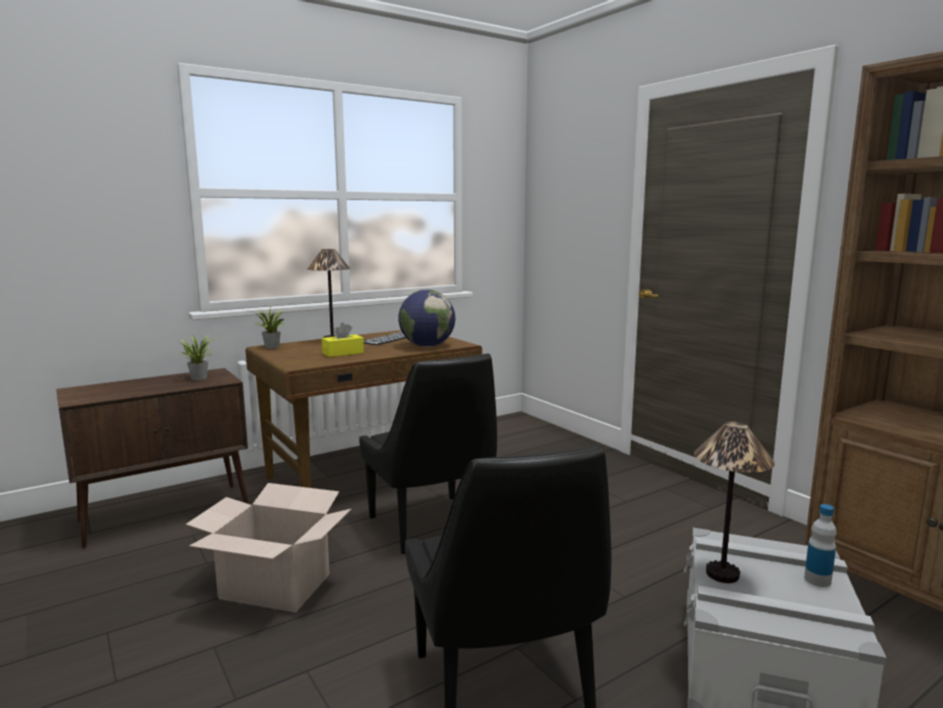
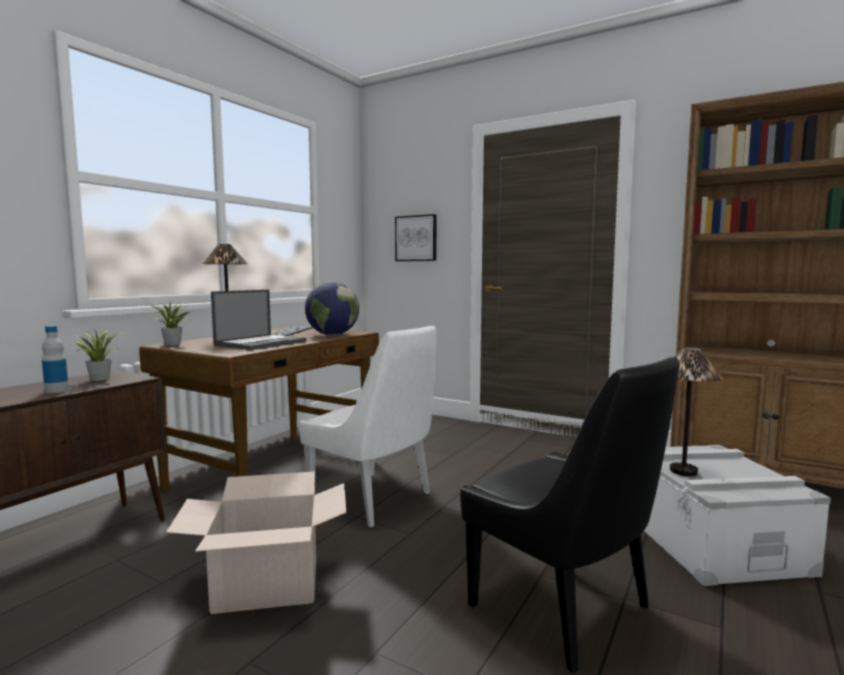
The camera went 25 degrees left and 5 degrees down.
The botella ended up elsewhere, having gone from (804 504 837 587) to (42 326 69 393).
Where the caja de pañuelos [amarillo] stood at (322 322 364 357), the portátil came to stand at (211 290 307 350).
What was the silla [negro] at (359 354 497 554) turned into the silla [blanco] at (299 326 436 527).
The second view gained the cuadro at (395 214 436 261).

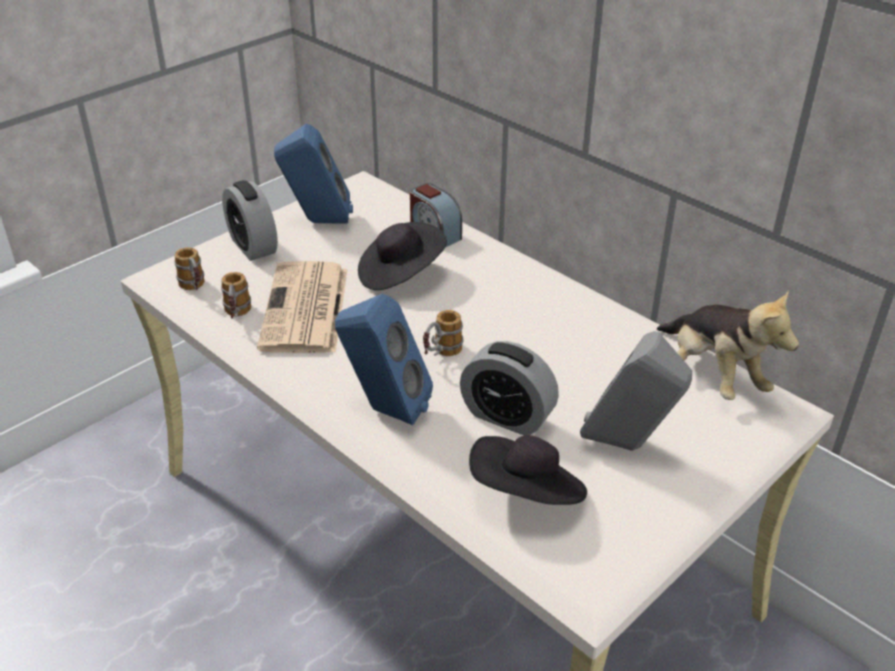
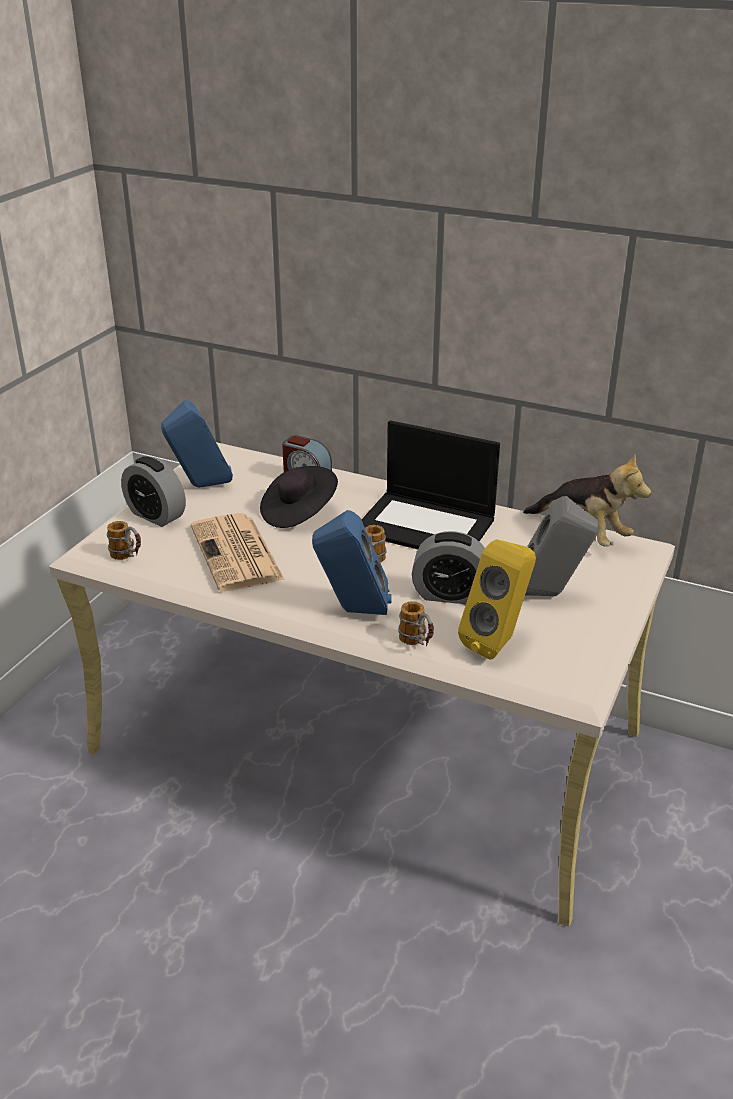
The camera went 20 degrees left and 5 degrees down.
The second view gained the portátil at (361 420 500 549).
The taza grande ended up elsewhere, having gone from (221 272 251 318) to (398 601 434 646).
Where the sombrero [negro] stood at (469 435 587 505), the altavoz [amarillo] came to stand at (458 539 536 659).

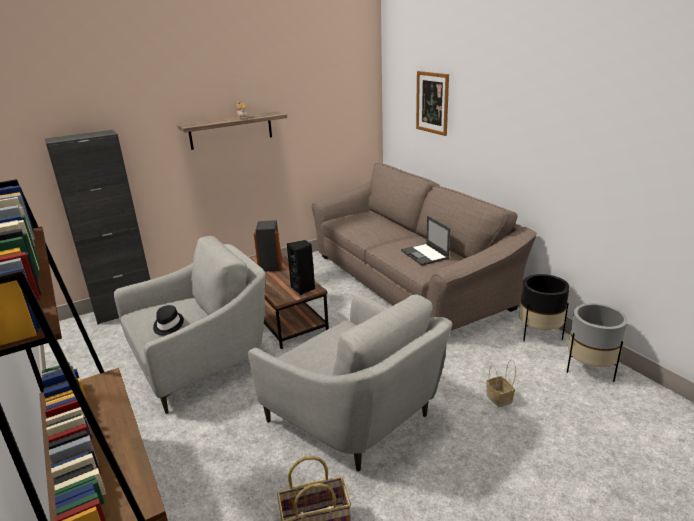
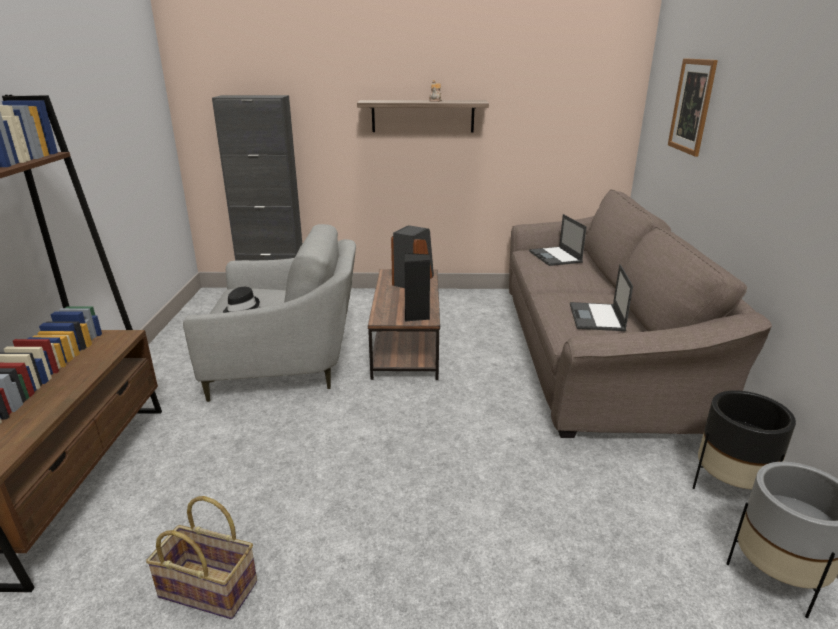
The camera went 30 degrees right and 0 degrees up.
The second view gained the portátil at (529 214 587 266).
The second view lost the sillón [gris] at (248 294 452 472).
The second view lost the cesta at (486 359 516 407).

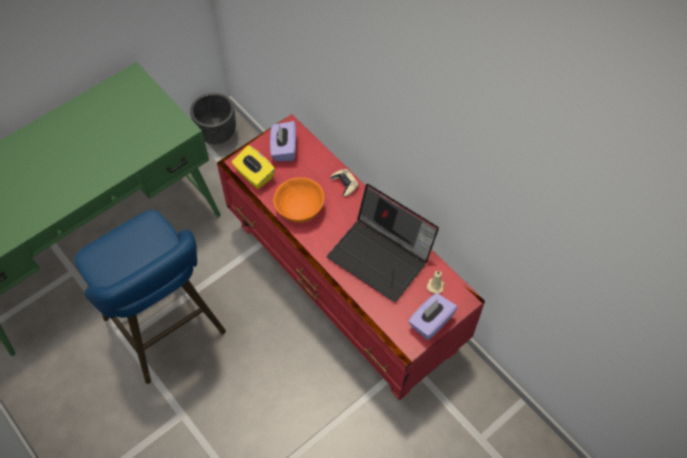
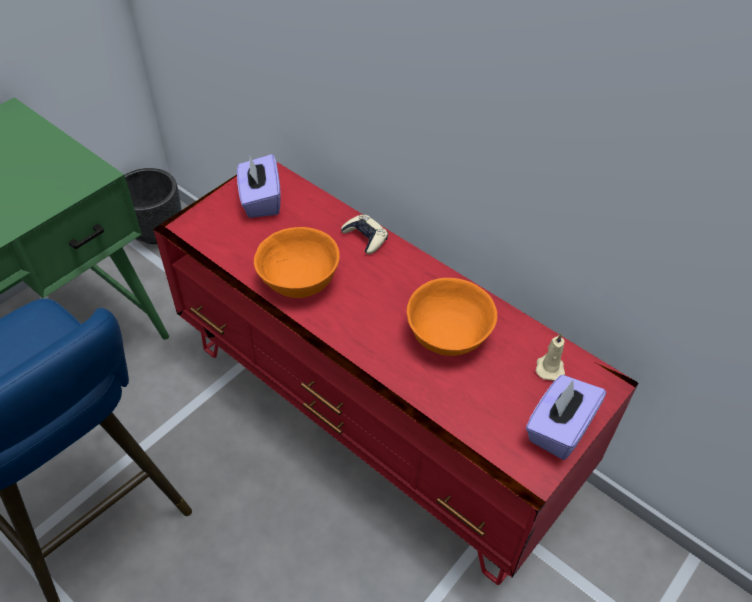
The camera went 10 degrees left and 10 degrees down.
Where the portátil stood at (327 184 439 302), the cuenco [naranja] came to stand at (407 278 497 356).
The second view lost the caja de pañuelos [amarillo] at (232 145 275 189).

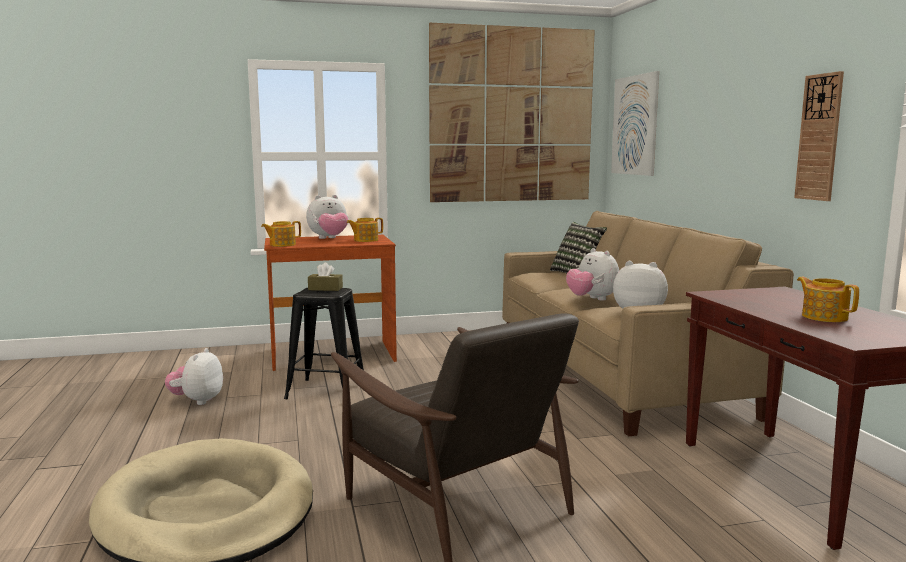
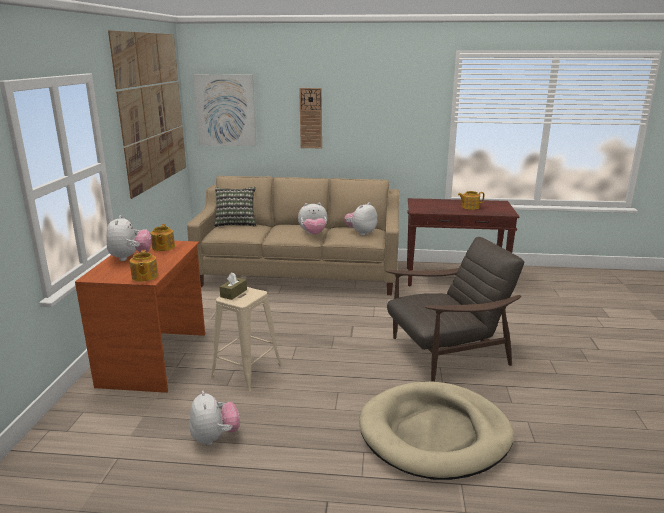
The camera went 70 degrees left and 10 degrees up.
The peluche at (165 348 223 405) ended up facing another way, 135 degrees counterclockwise from before.
What was the taburete [negro] at (284 288 364 399) turned into the taburete [beis] at (210 287 282 392).
The reloj de pared ended up elsewhere, having gone from (794 71 844 201) to (299 88 322 148).

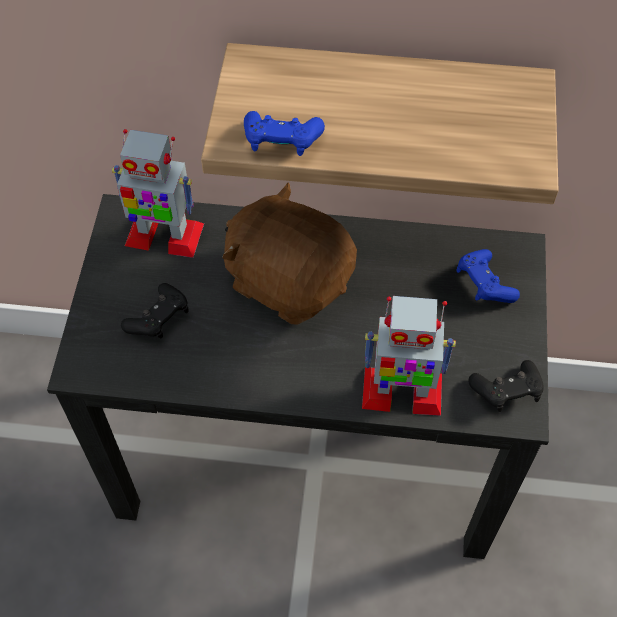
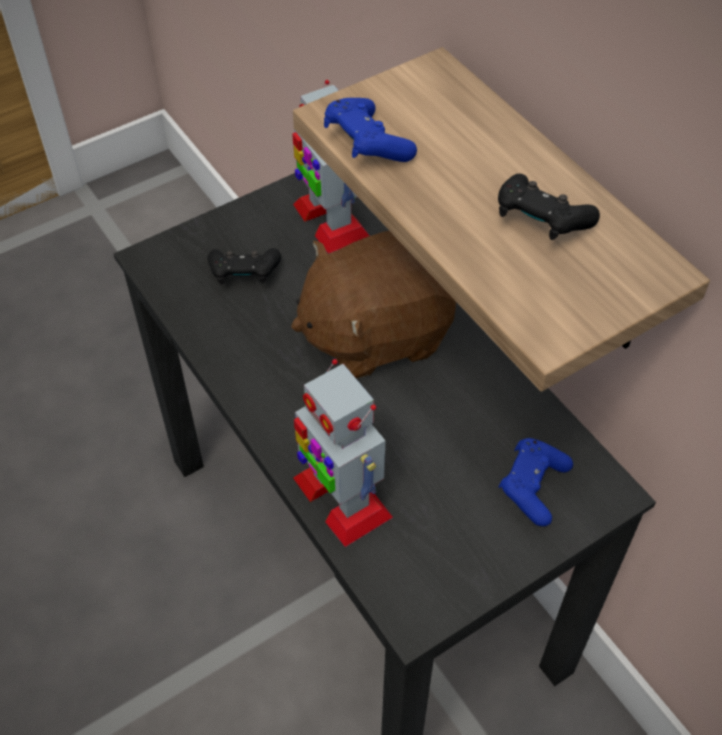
The camera went 50 degrees right and 5 degrees down.
The peluche [marrón] at (222 182 357 325) ended up facing another way, 105 degrees counterclockwise from before.
The mando de consola [negro] ended up elsewhere, having gone from (469 360 544 412) to (498 174 600 240).

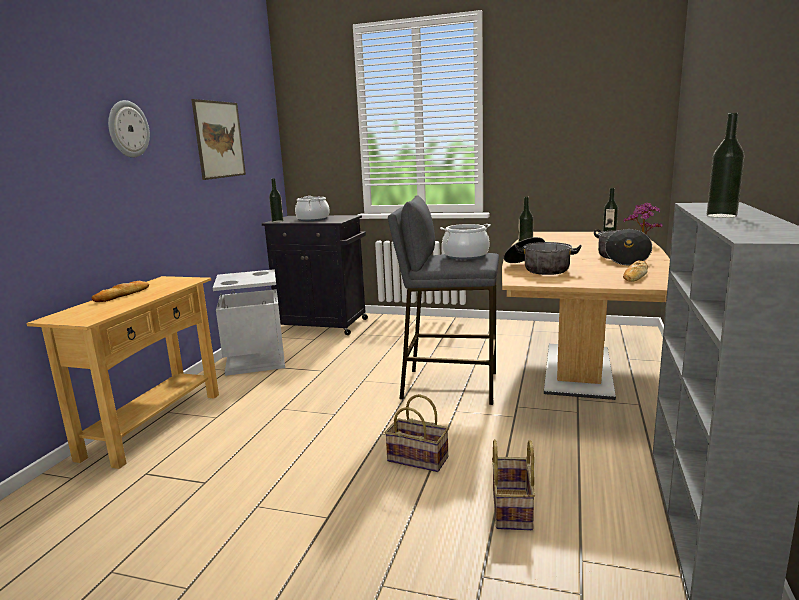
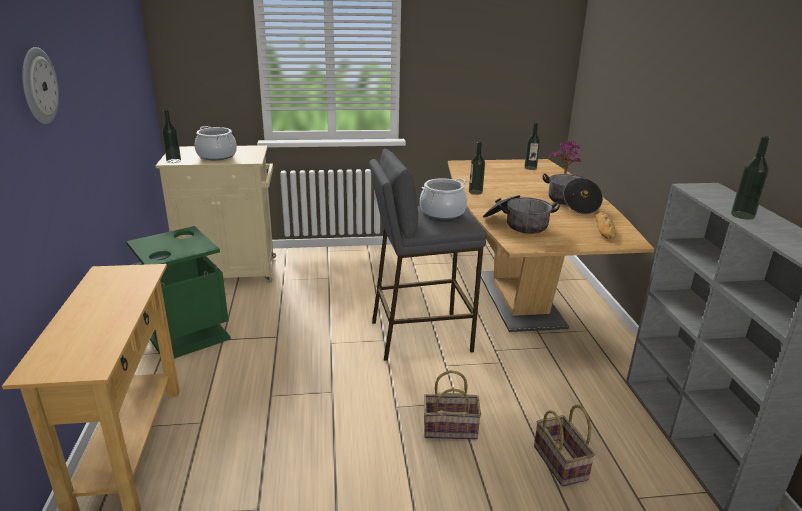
The camera went 25 degrees left and 10 degrees up.
What was the papelera [gris] at (213 269 285 376) turned into the papelera [verde] at (126 226 231 359).
What was the armario [negro] at (262 215 368 335) turned into the armario [beis] at (155 145 276 283).
The second view lost the pan at (92 281 149 302).
The second view lost the cuadro at (191 99 246 180).

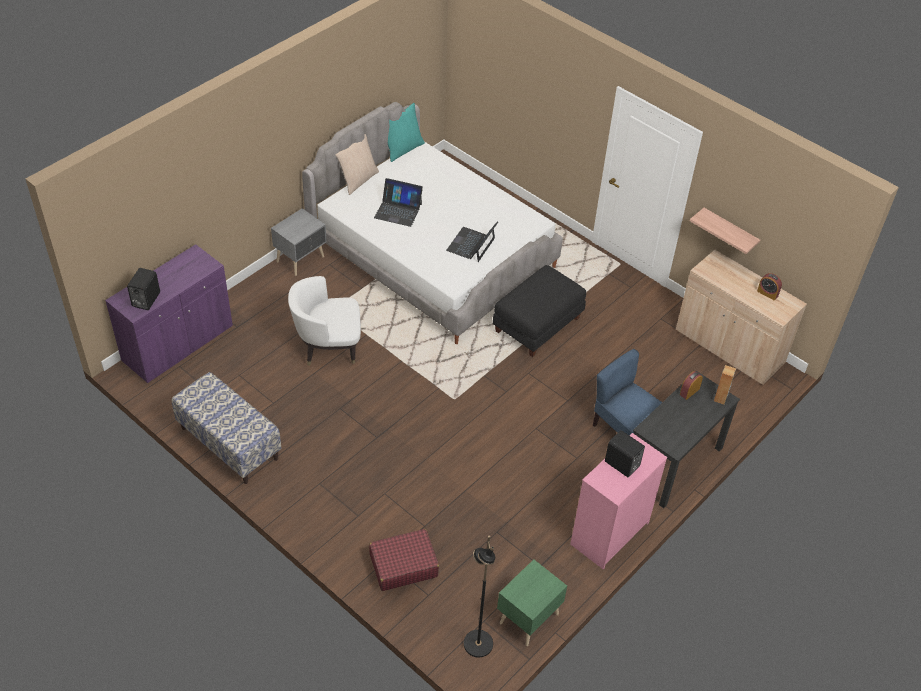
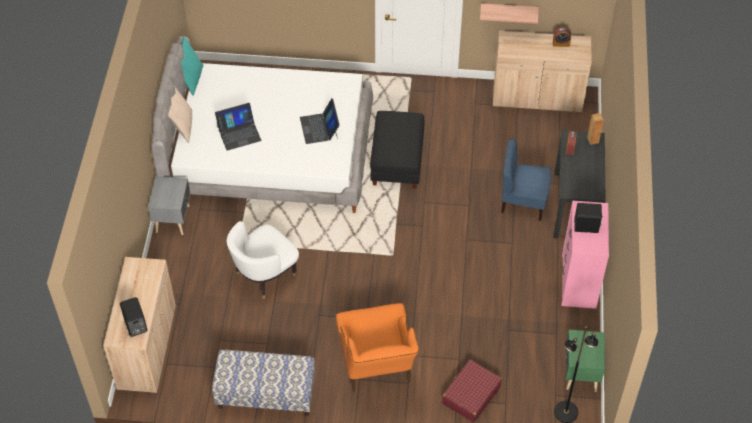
The camera went 35 degrees left and 5 degrees up.
What was the armario [morado] at (105 244 233 383) turned into the armario [beis] at (103 257 176 393).
The second view gained the sillón [naranja] at (336 303 419 392).

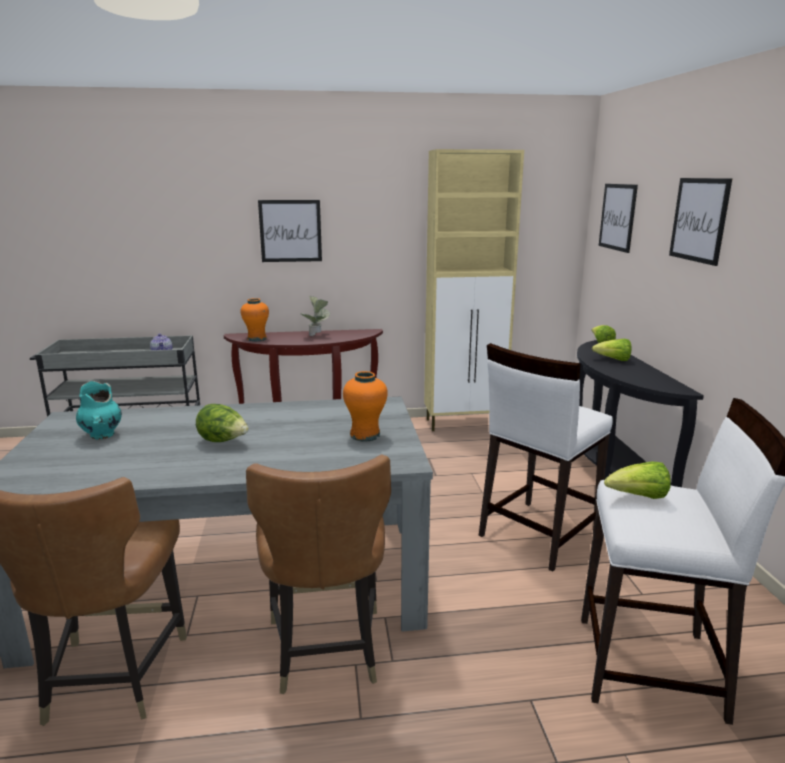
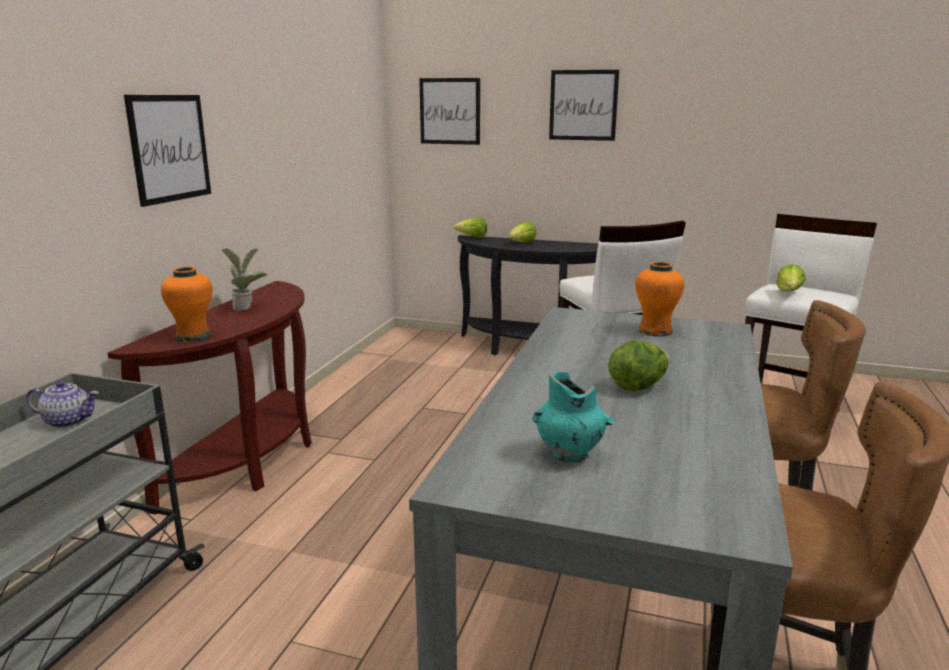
The camera went 65 degrees left and 0 degrees up.
The second view lost the armario [beis] at (424 149 524 431).

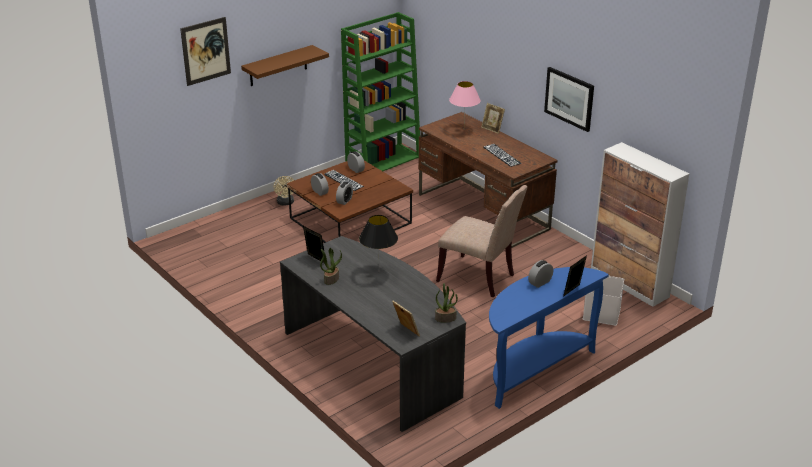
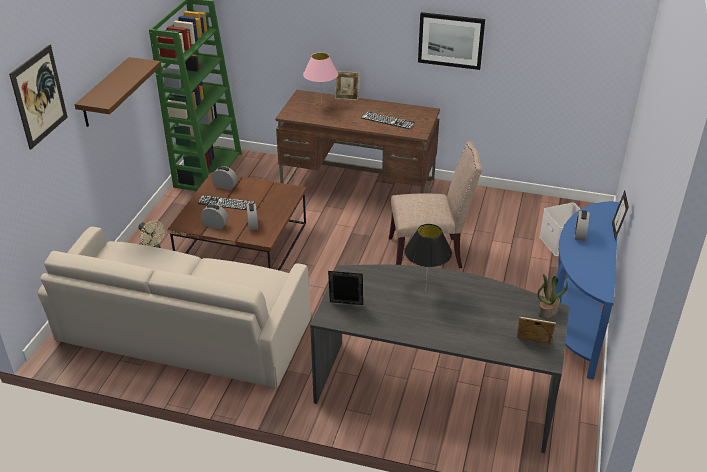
The camera went 35 degrees left and 5 degrees up.
The second view gained the sofá [beis] at (38 227 311 388).
The second view lost the planta en maceta at (320 248 342 285).
The second view lost the armario at (591 142 689 307).

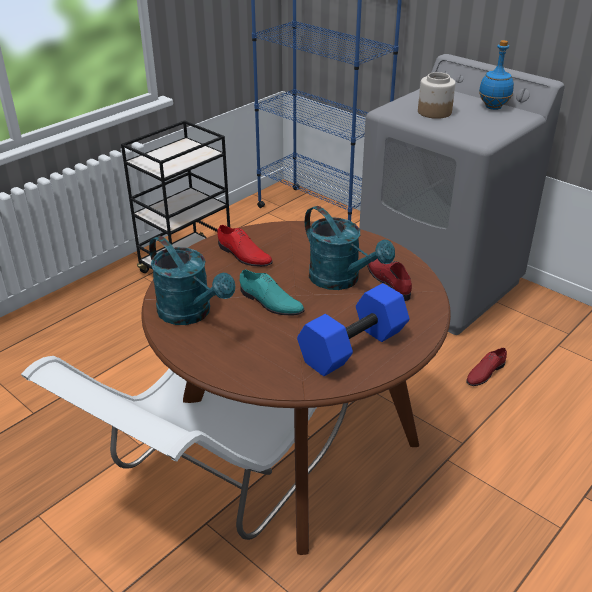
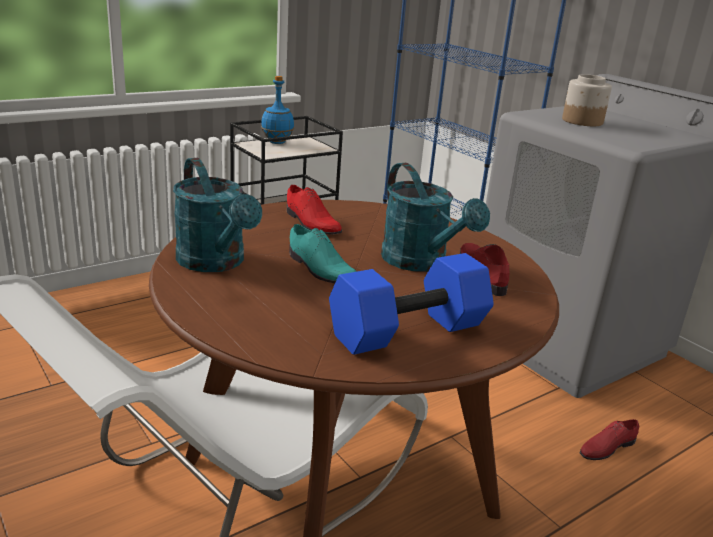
The camera went 10 degrees right and 10 degrees down.
The botella [azul] ended up elsewhere, having gone from (479 40 514 110) to (261 76 294 144).

